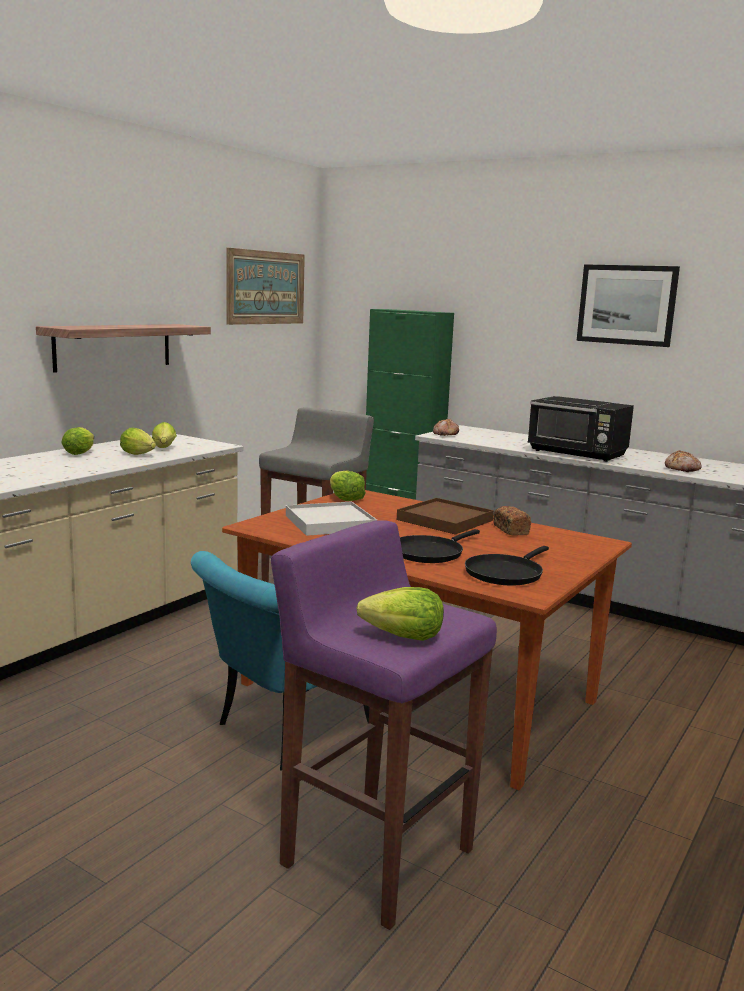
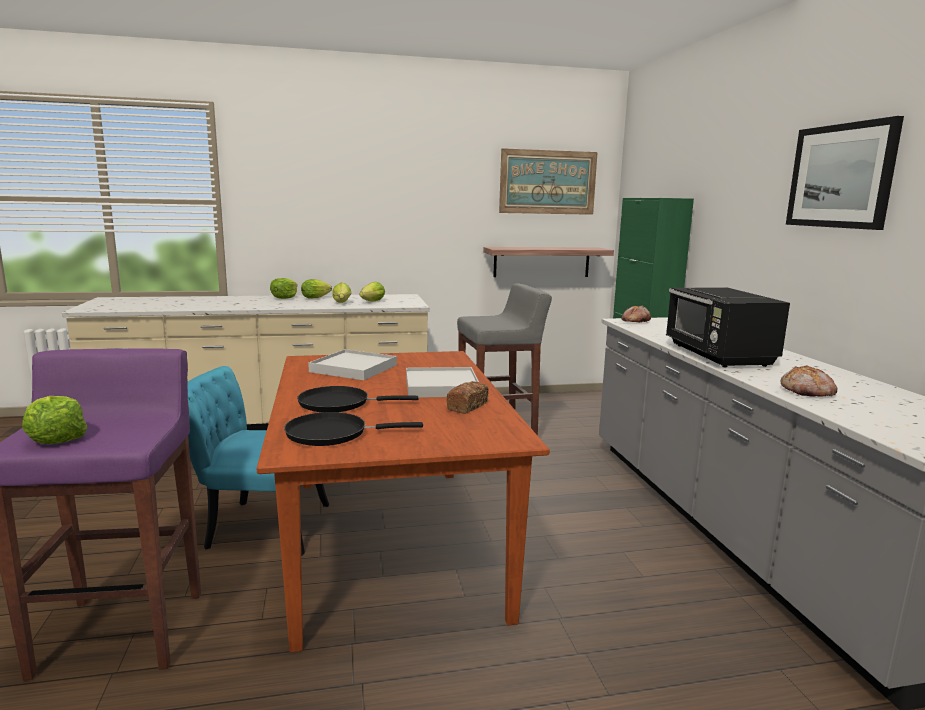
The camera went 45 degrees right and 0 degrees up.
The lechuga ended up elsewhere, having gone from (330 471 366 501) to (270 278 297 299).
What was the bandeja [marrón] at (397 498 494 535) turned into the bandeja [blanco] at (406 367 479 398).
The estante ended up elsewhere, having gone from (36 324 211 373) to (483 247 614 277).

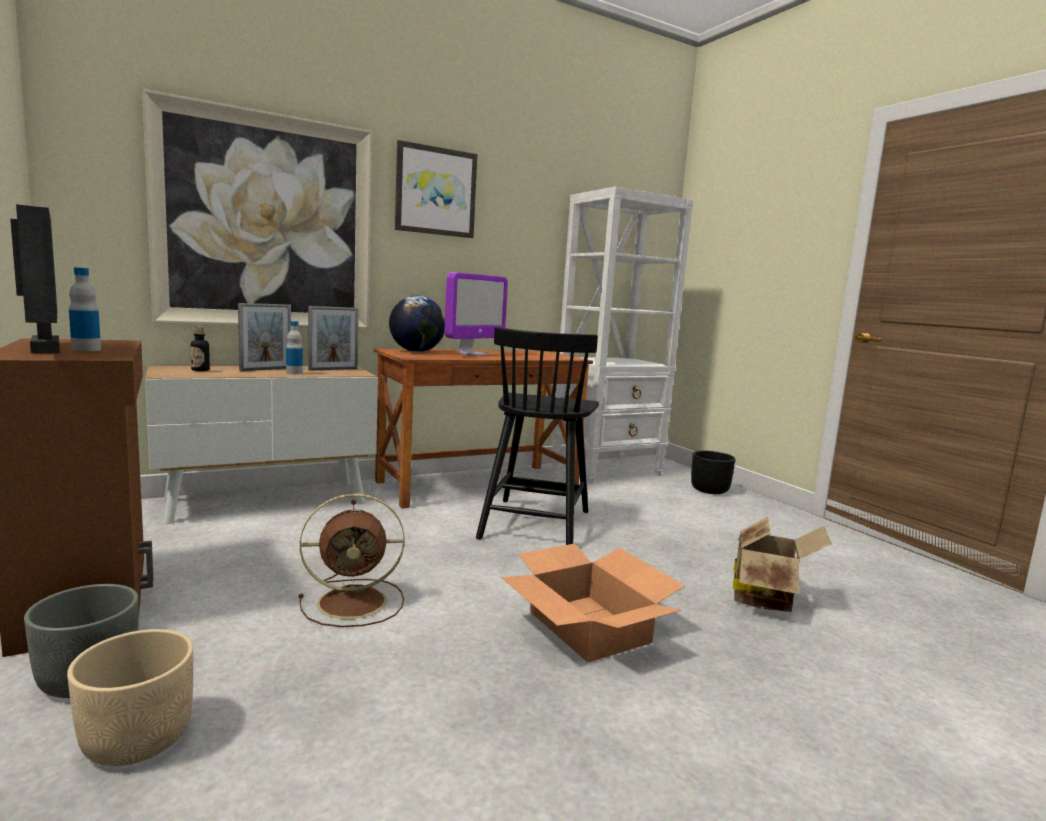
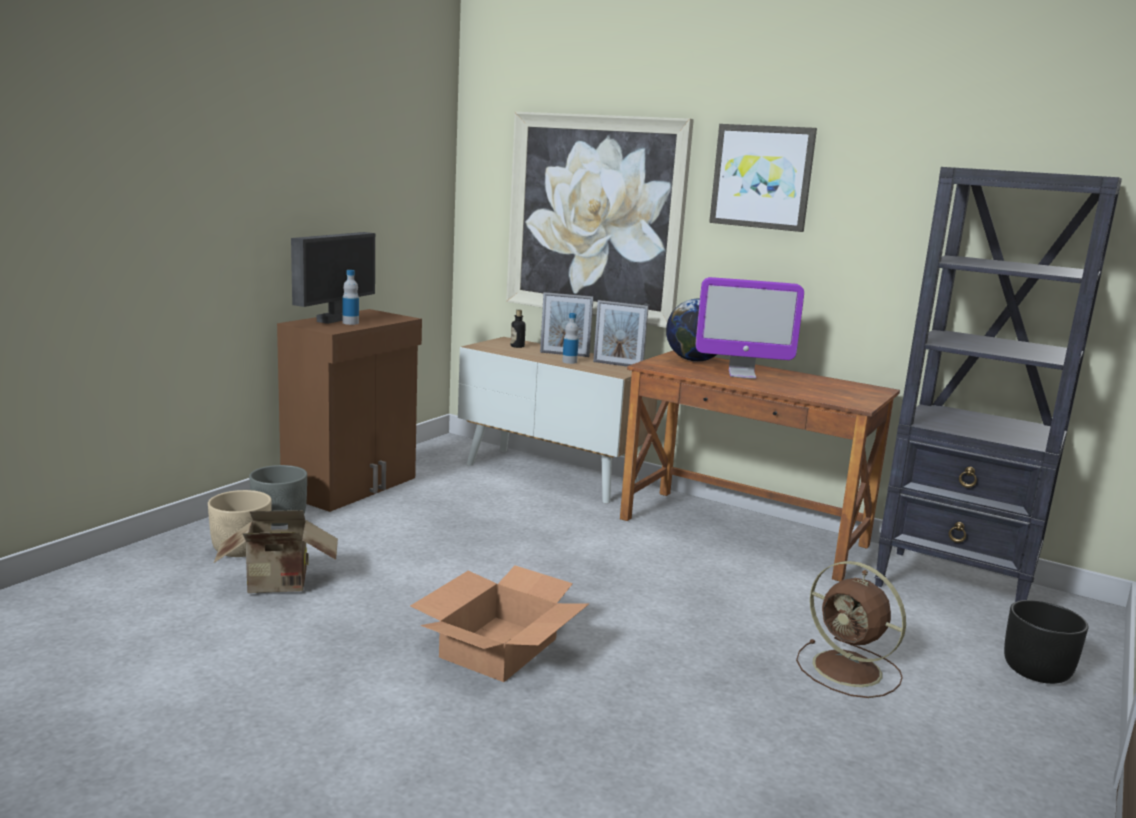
The camera went 60 degrees right and 5 degrees up.
The caja de cartón ended up elsewhere, having gone from (733 517 832 612) to (214 510 338 593).
The ventilador [marrón] ended up elsewhere, having gone from (299 493 405 627) to (796 561 906 698).
What was the estantería [blanco] at (552 186 694 484) turned into the estantería [negro] at (875 167 1122 602).
The second view lost the silla [negro] at (476 327 599 545).

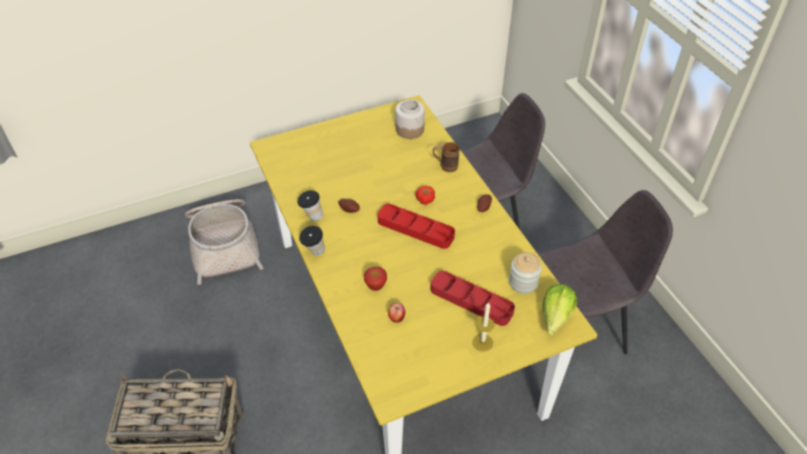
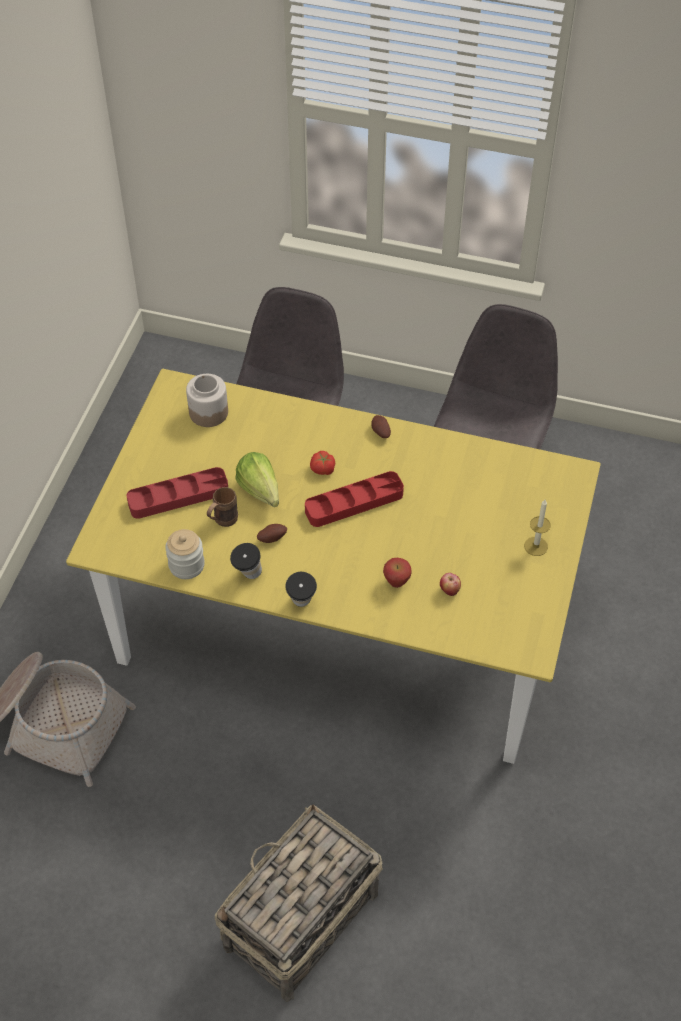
The camera went 50 degrees left and 5 degrees up.
The bandeja [rojo] ended up elsewhere, having gone from (431 271 515 326) to (126 467 228 519).
The tarro ended up elsewhere, having gone from (509 252 542 294) to (165 529 205 579).
The taza grande [marrón] ended up elsewhere, having gone from (433 142 460 172) to (207 487 238 527).
The lechuga ended up elsewhere, having gone from (542 284 577 336) to (235 452 279 507).

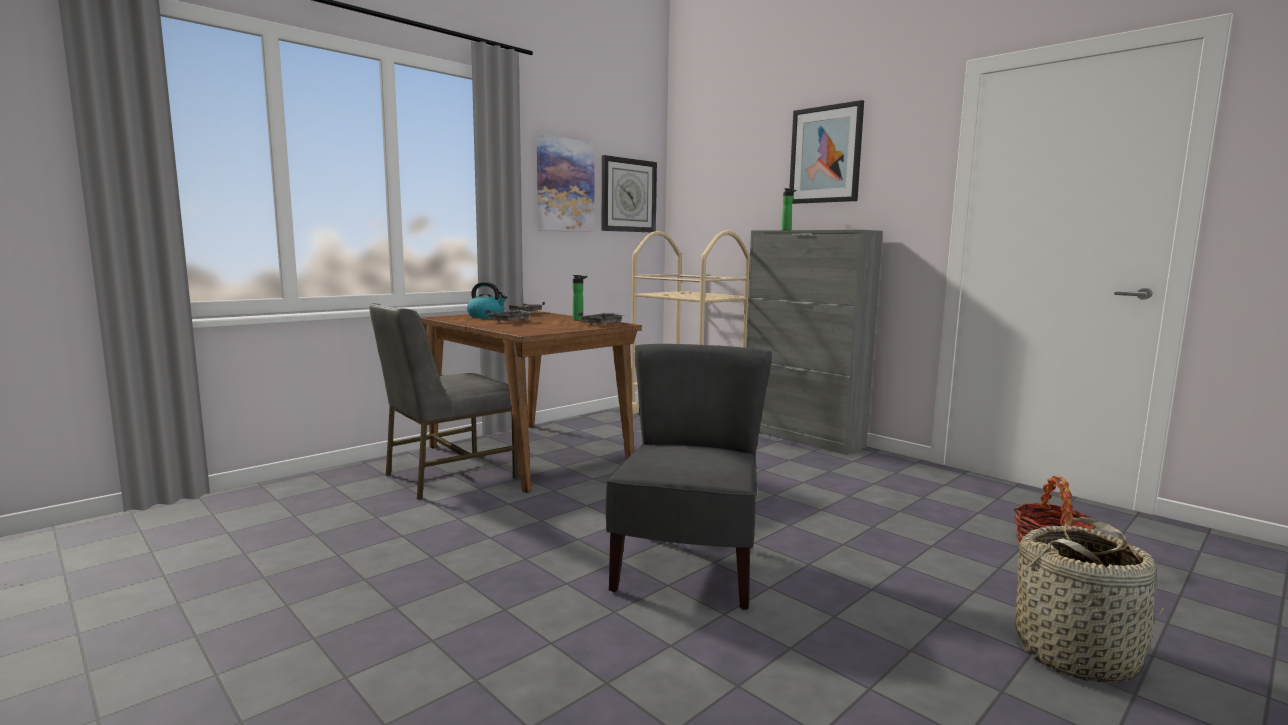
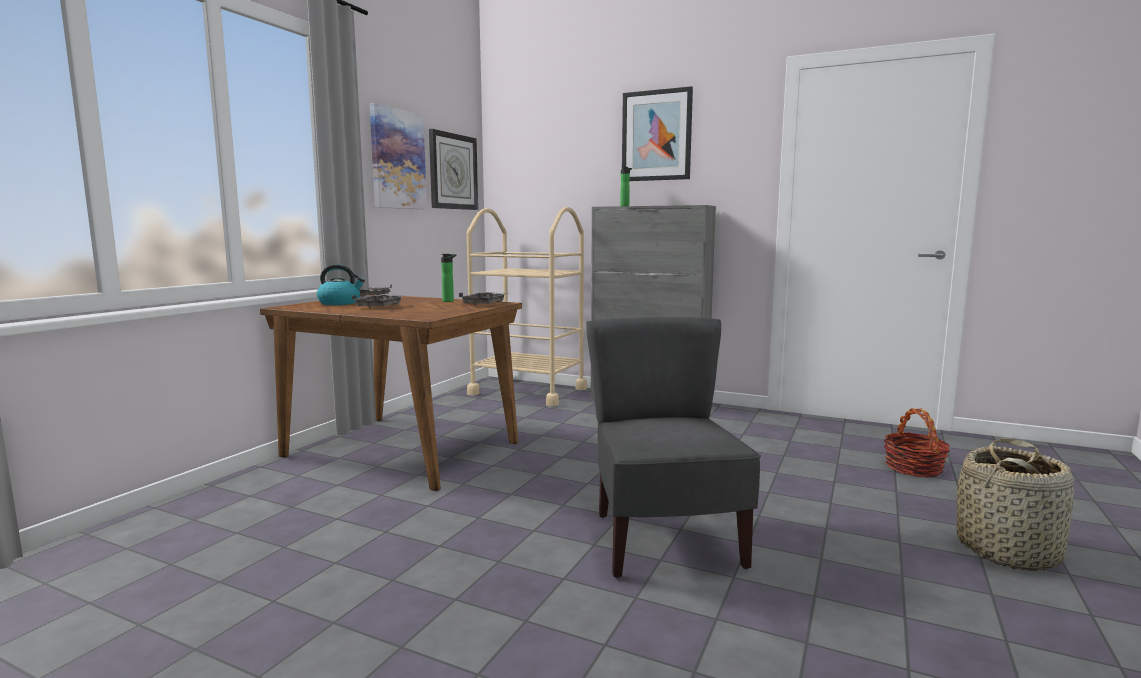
The camera went 20 degrees left and 0 degrees up.
The second view lost the silla [gris] at (369 303 518 500).

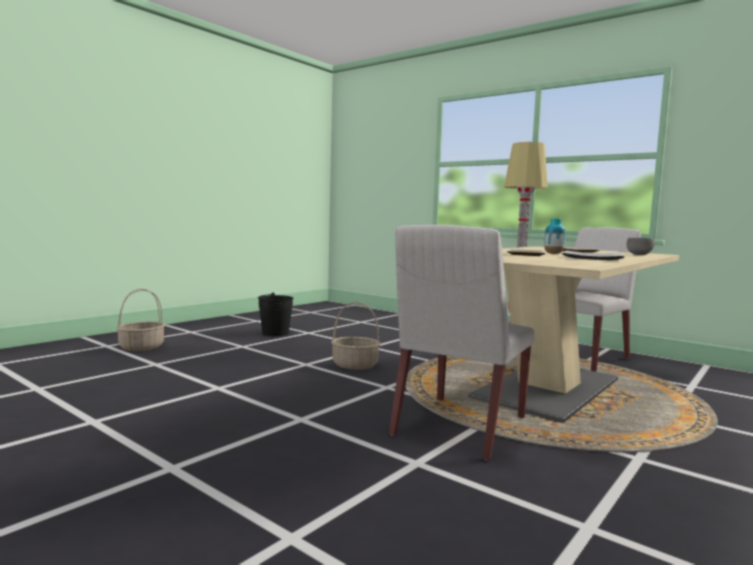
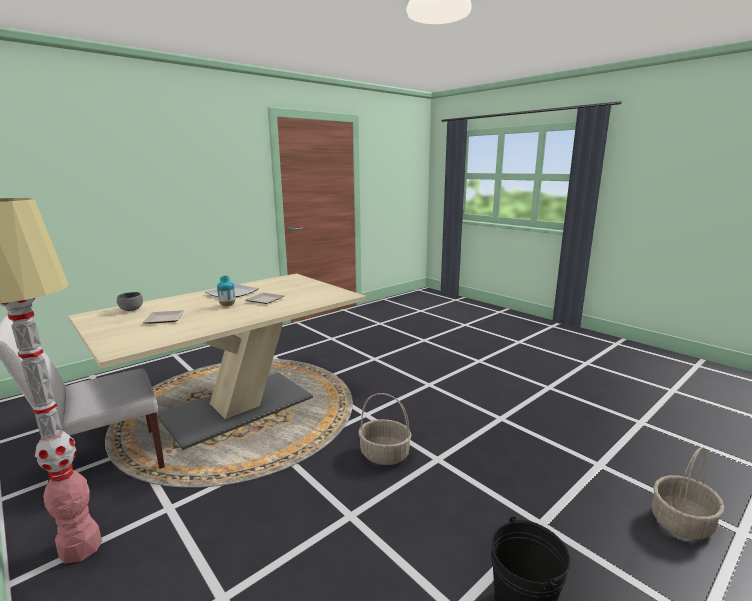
The camera went 170 degrees left and 10 degrees up.
The second view lost the silla [blanco] at (389 225 534 461).

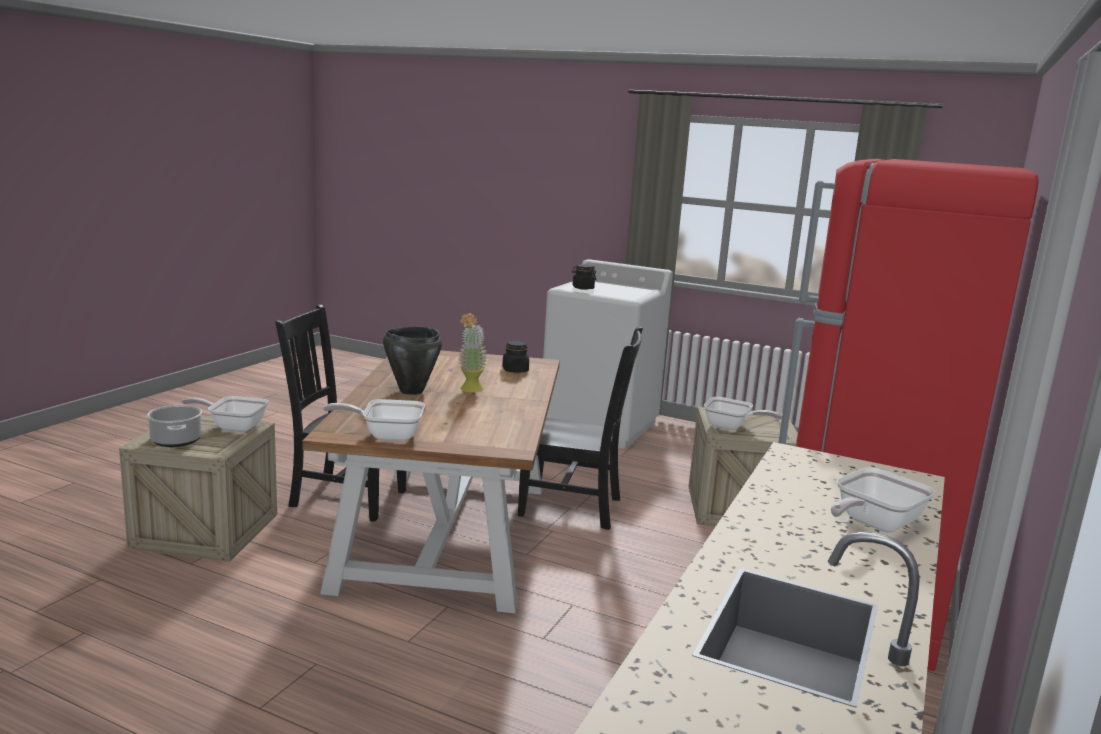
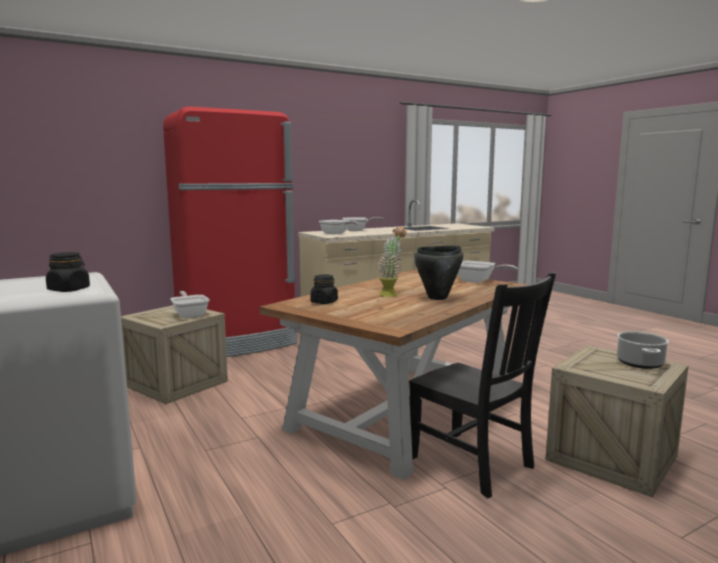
The camera went 145 degrees left and 5 degrees down.
The sartén ended up elsewhere, having gone from (182 396 269 432) to (319 220 358 235).
The second view lost the silla [negro] at (518 327 643 530).

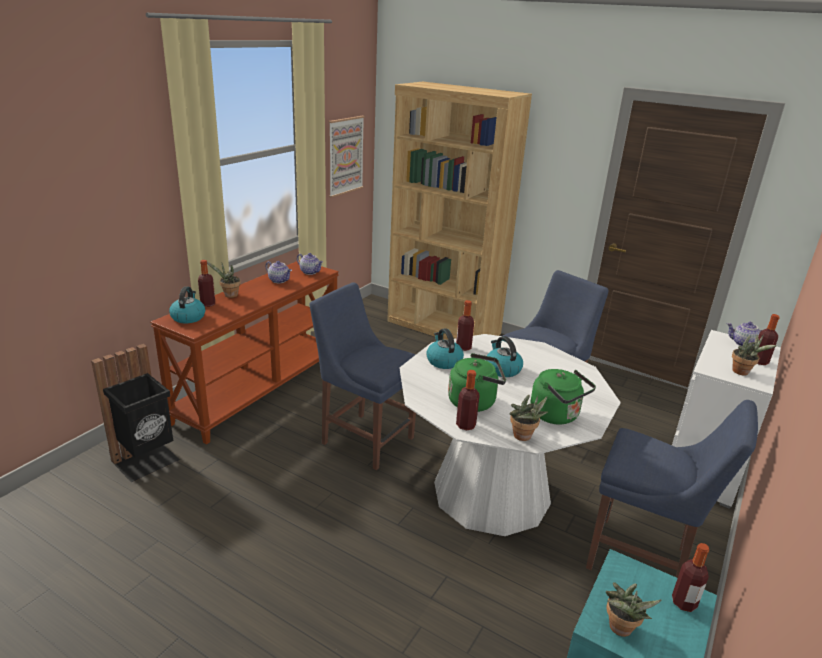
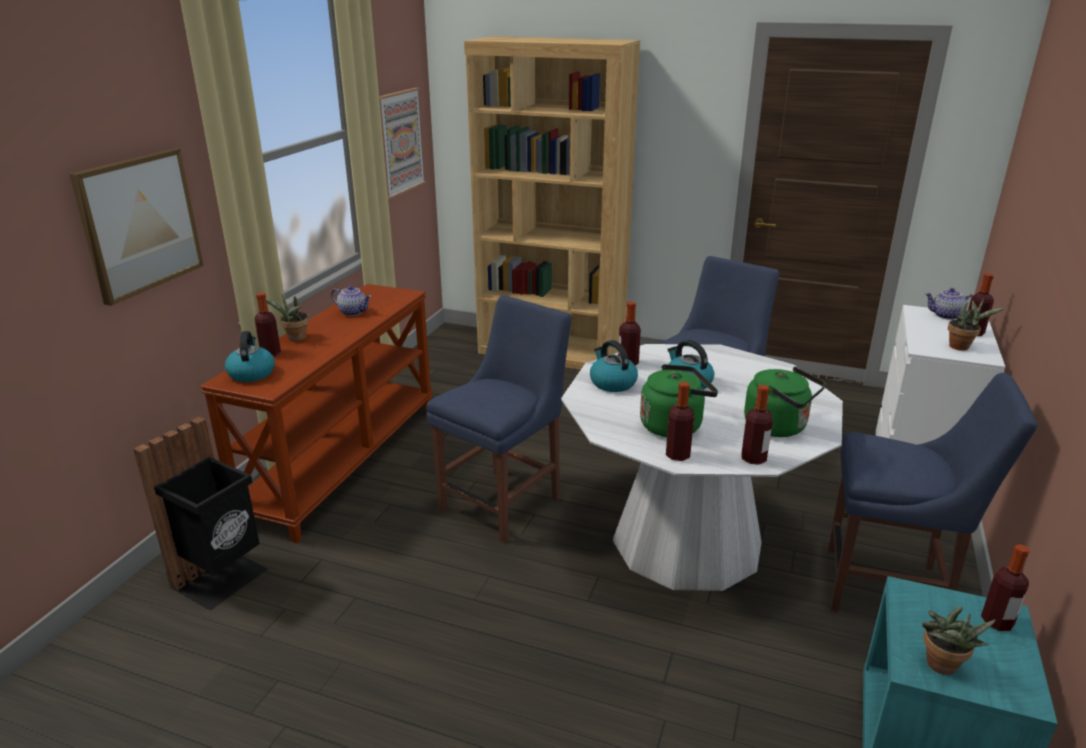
The camera went 10 degrees left and 0 degrees up.
The second view gained the cuadro at (69 148 204 306).
The silla [azul] at (310 283 416 470) ended up facing another way, 105 degrees clockwise from before.
Where the planta en maceta stood at (509 395 548 441), the botella came to stand at (742 385 773 465).
The second view lost the tetera at (297 253 323 275).

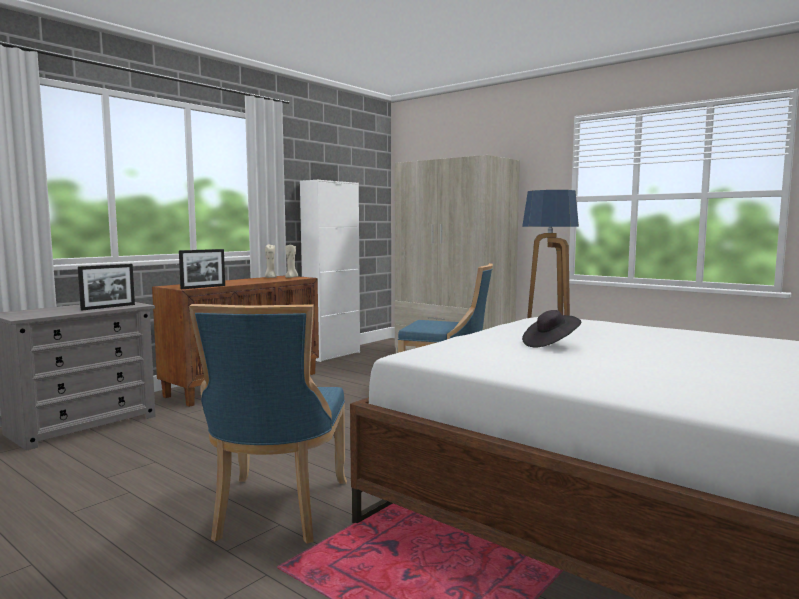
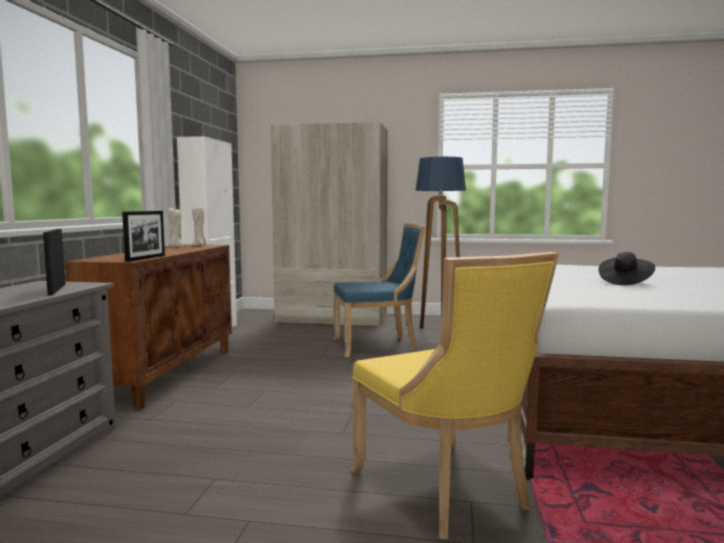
The camera went 30 degrees left and 0 degrees up.
The portarretratos at (78 264 135 310) ended up facing another way, 150 degrees clockwise from before.
What was the silla [azul] at (189 304 347 544) turned into the silla [amarillo] at (351 252 559 539).

